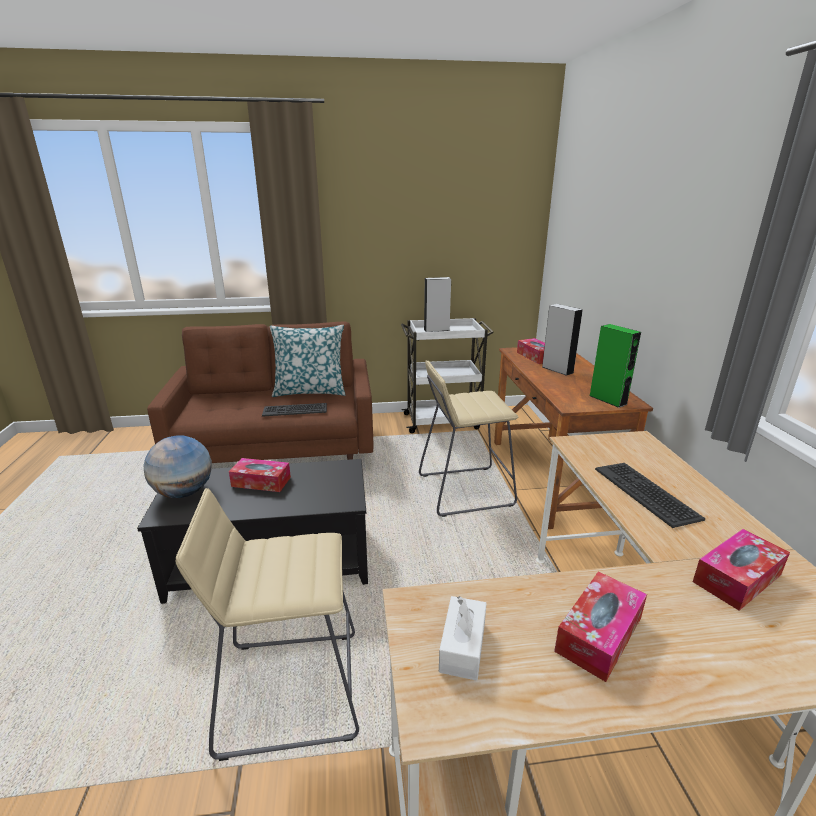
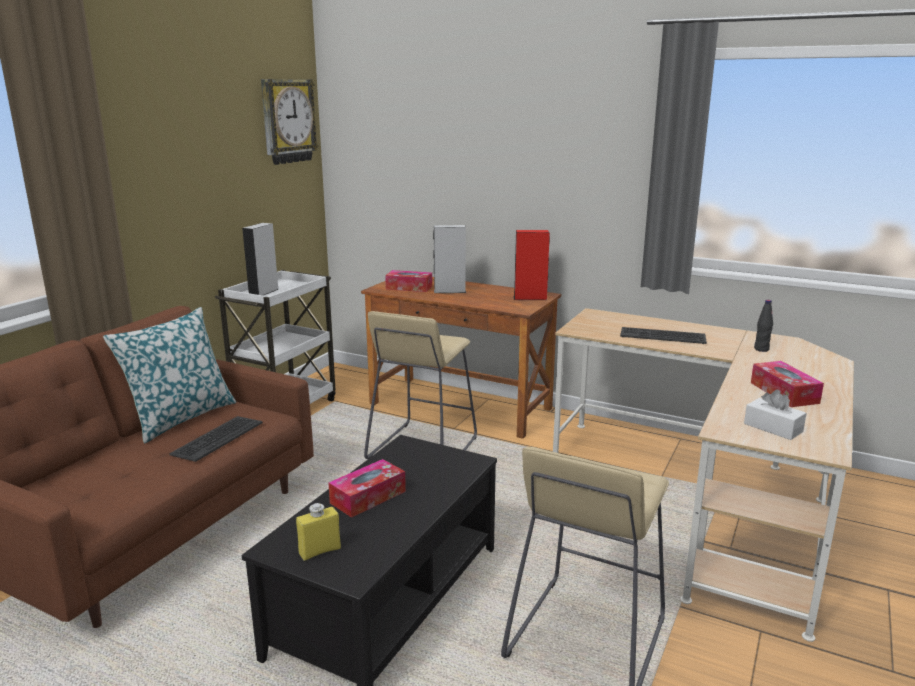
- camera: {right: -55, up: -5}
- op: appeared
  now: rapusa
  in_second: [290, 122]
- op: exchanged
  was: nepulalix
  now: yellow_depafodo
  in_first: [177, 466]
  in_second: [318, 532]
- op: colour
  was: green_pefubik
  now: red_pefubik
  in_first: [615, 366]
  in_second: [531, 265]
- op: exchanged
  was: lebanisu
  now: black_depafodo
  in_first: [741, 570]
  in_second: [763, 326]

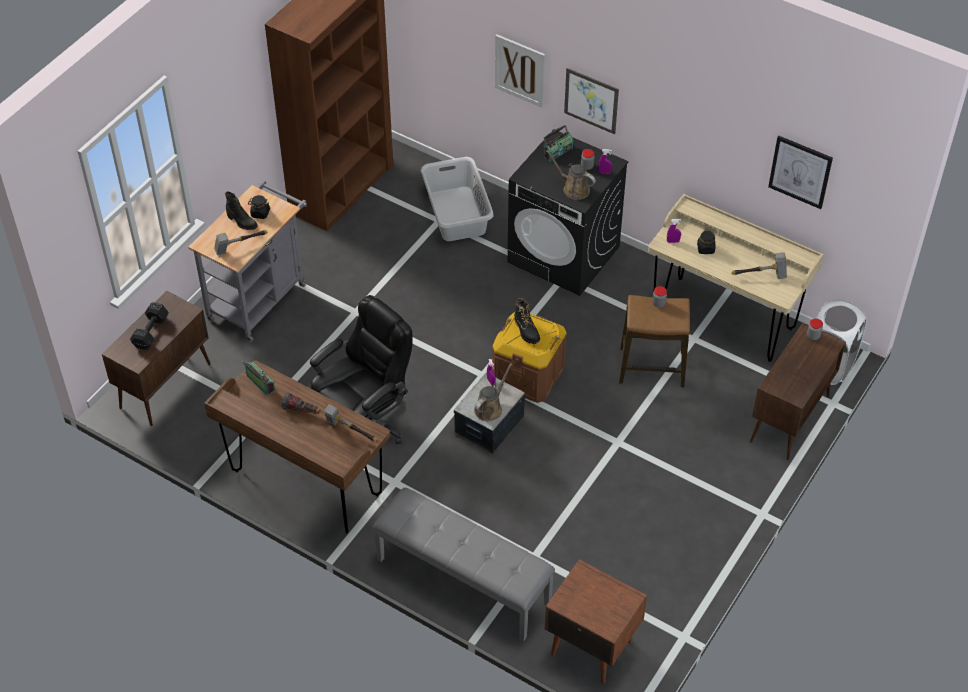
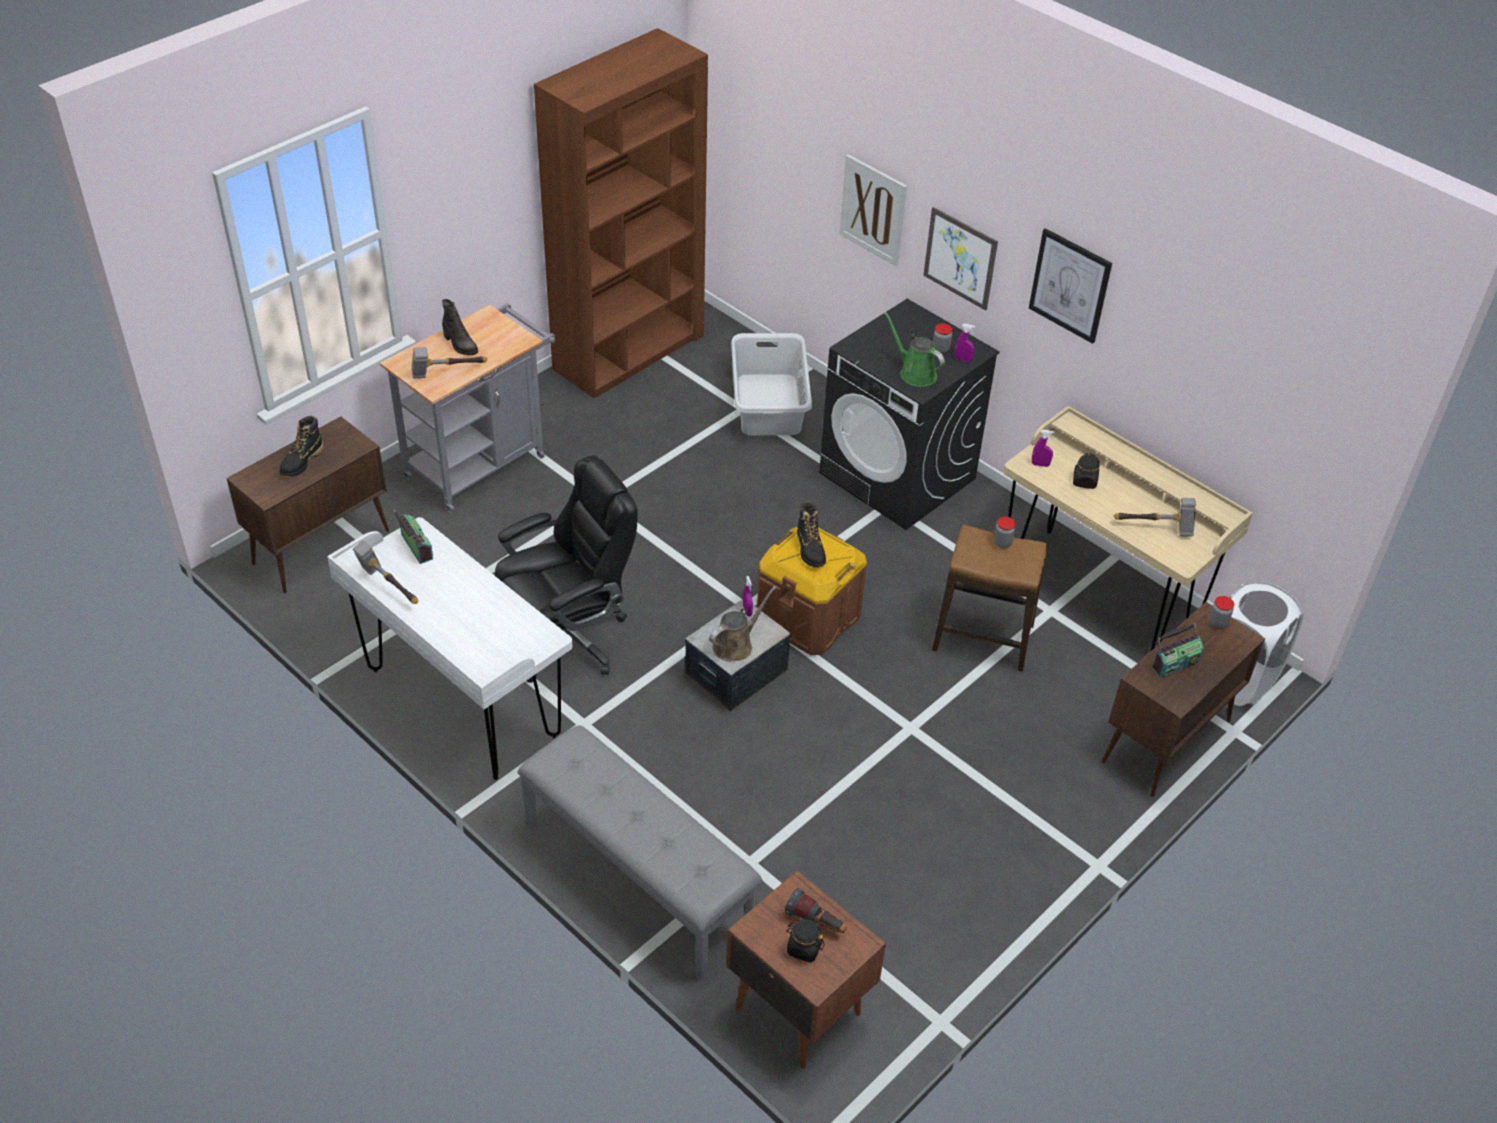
- camera: {right: 10, up: -5}
- op: exchanged
  was: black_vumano
  now: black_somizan
  in_first: [149, 326]
  in_second: [302, 446]
- op: colour
  was: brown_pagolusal
  now: white_pagolusal
  in_first: [297, 446]
  in_second: [450, 648]
- op: relocated
  was: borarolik
  in_first: [350, 423]
  in_second: [385, 572]
- op: relocated
  was: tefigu
  in_first: [301, 403]
  in_second: [816, 910]
- op: relocated
  was: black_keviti
  in_first: [259, 207]
  in_second: [805, 941]
- op: colour
  was: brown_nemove
  now: green_nemove
  in_first: [571, 175]
  in_second: [914, 349]
- op: relocated
  was: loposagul
  in_first: [800, 172]
  in_second: [1070, 286]
- op: relocated
  was: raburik
  in_first: [558, 143]
  in_second: [1178, 650]

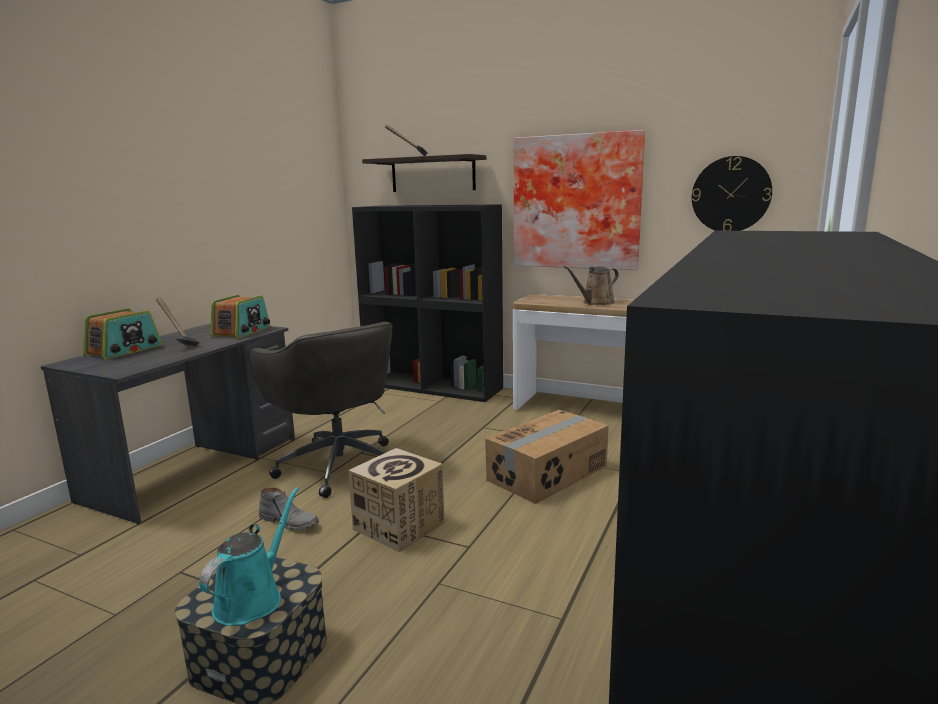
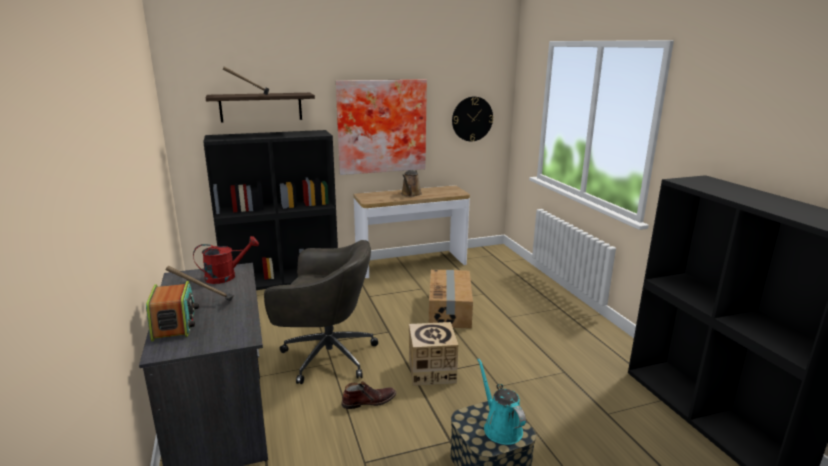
- camera: {right: -45, up: 5}
- op: exchanged
  was: raburik
  now: red_nemove
  in_first: [240, 317]
  in_second: [226, 260]
- op: colour
  was: grey_somizan
  now: brown_somizan
  in_first: [289, 509]
  in_second: [368, 395]

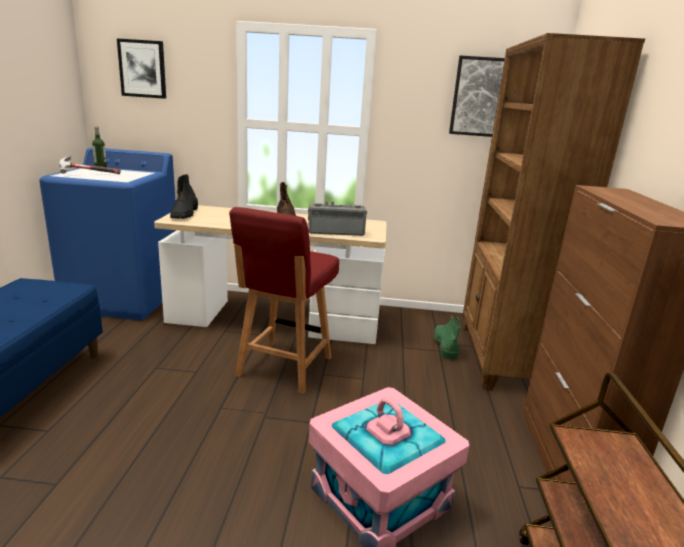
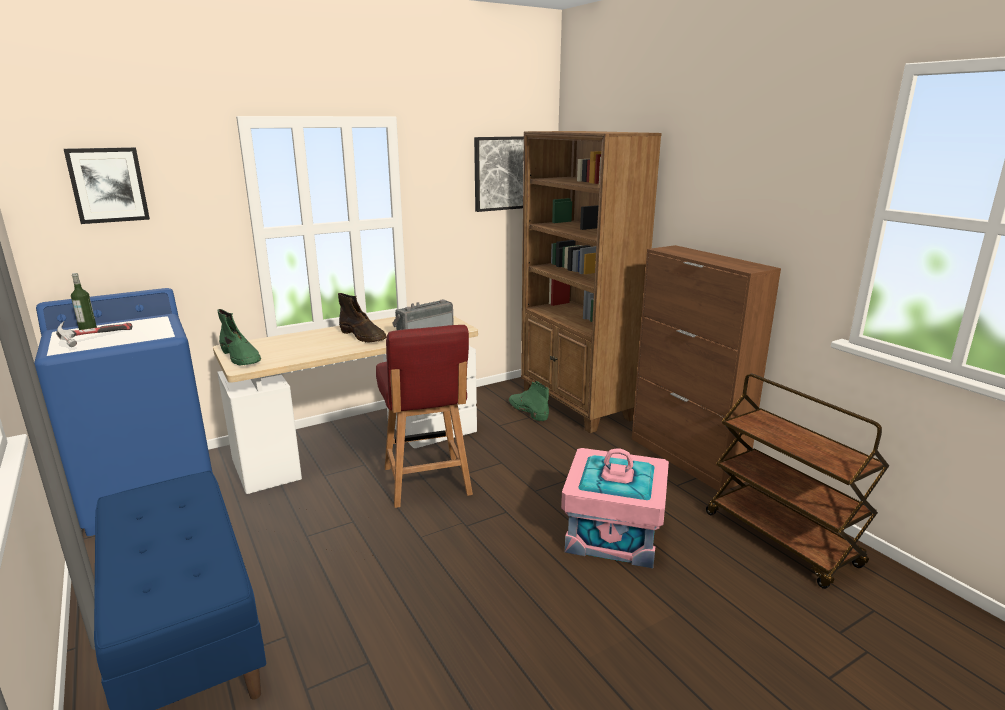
- camera: {right: -35, up: 0}
- op: colour
  was: black_somizan
  now: green_somizan
  in_first: [184, 196]
  in_second: [239, 337]

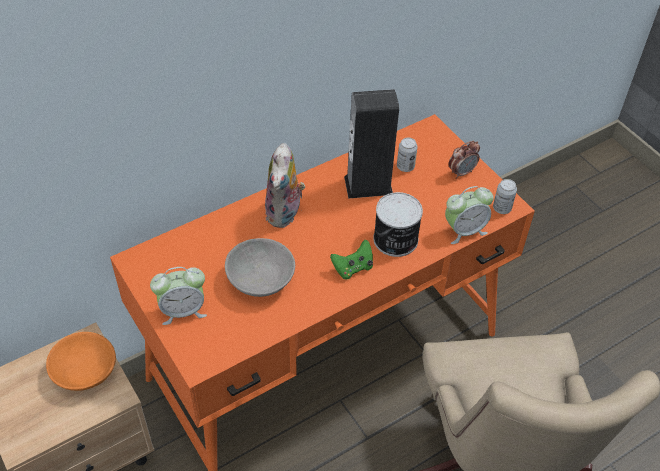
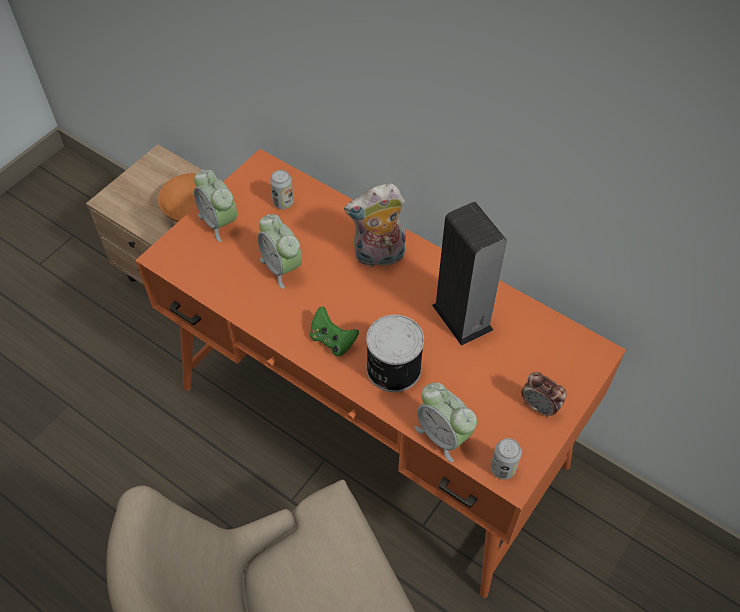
- camera: {right: 70, up: 5}
- op: exchanged
  was: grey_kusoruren
  now: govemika
  in_first: [260, 267]
  in_second: [280, 251]
- op: relocated
  was: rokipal
  in_first: [407, 154]
  in_second: [282, 189]

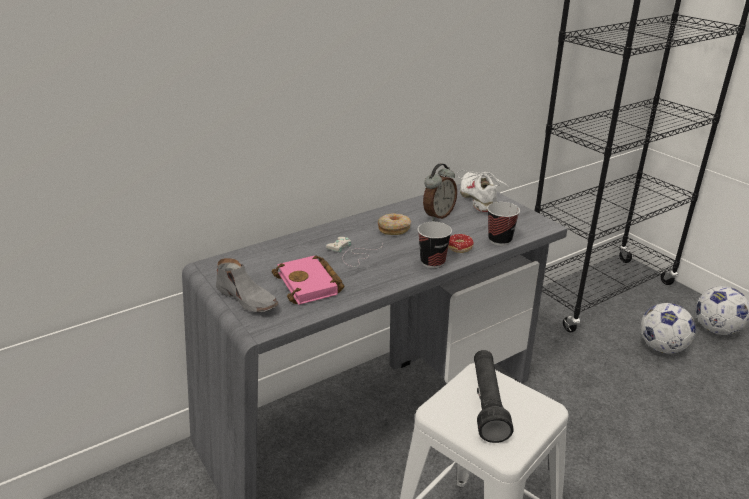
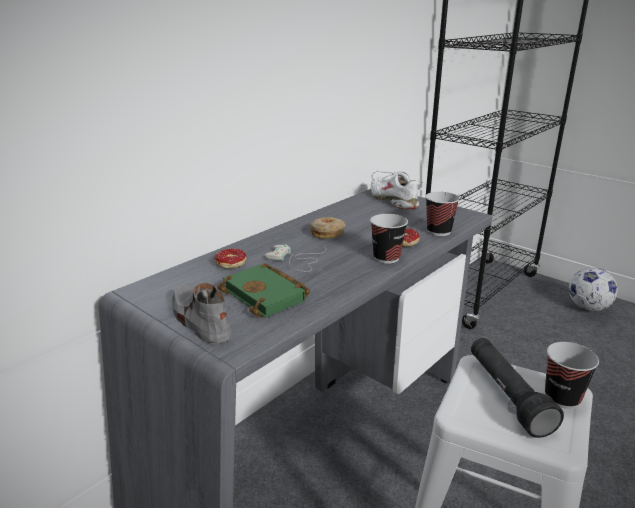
- camera: {right: -15, up: -5}
- op: spun
  was: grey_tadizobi
  in_first: [247, 285]
  in_second: [202, 313]
  clockwise: -150
- op: appeared
  now: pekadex
  in_second: [230, 258]
- op: colour
  was: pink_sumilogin
  now: green_sumilogin
  in_first: [308, 280]
  in_second: [263, 290]
- op: appeared
  now: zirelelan
  in_second: [572, 375]
- op: missing
  was: govemika
  in_first: [440, 192]
- op: missing
  was: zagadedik
  in_first: [668, 328]

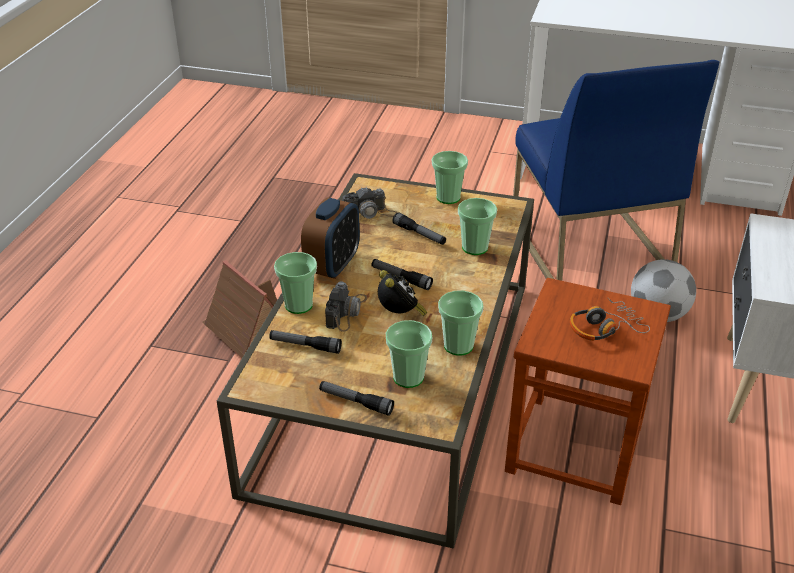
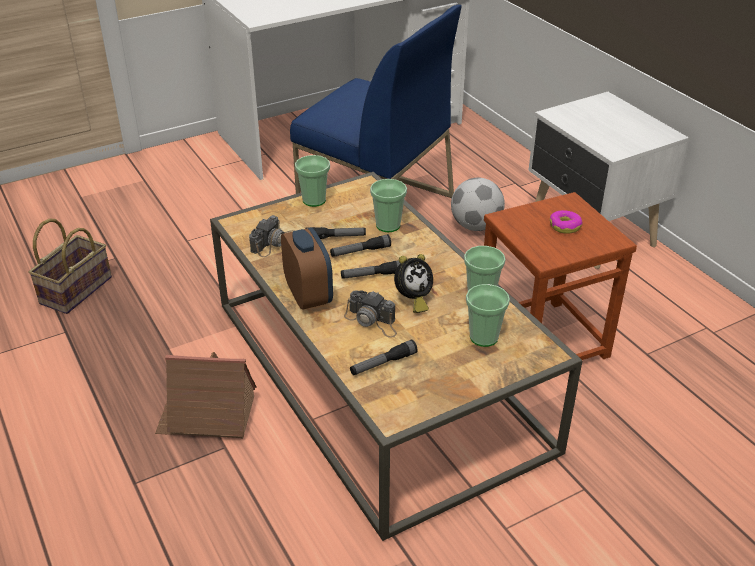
- camera: {right: -45, up: 0}
- op: appeared
  now: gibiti
  in_second: [70, 266]
- op: relocated
  was: tefigu
  in_first: [356, 398]
  in_second: [360, 245]
- op: spun
  was: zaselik
  in_first: [346, 306]
  in_second: [370, 314]
  clockwise: 150
- op: spun
  was: govemika
  in_first: [402, 293]
  in_second: [413, 283]
  clockwise: 120
- op: exchanged
  was: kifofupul
  now: pekadex
  in_first: [610, 319]
  in_second: [566, 222]
- op: missing
  was: zirelelan
  in_first: [295, 283]

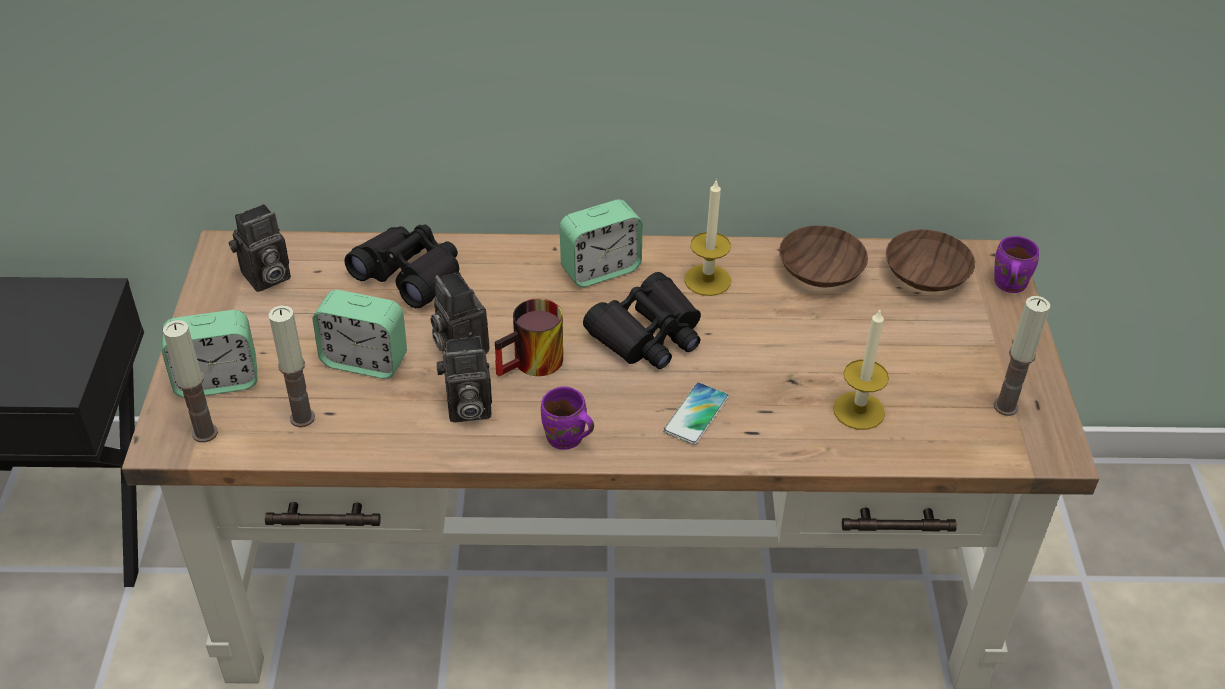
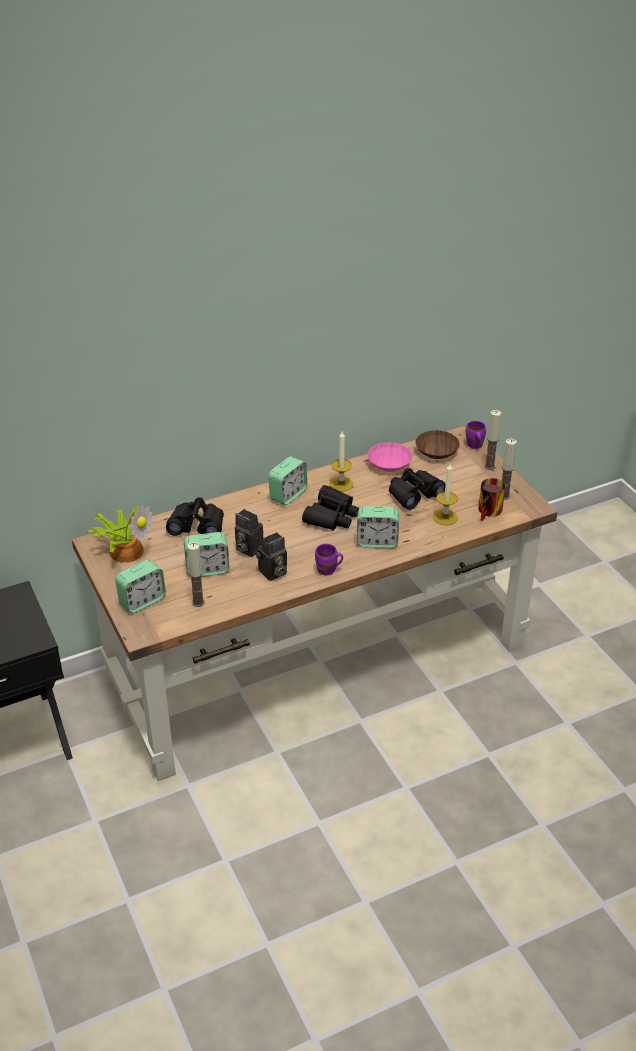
- camera: {right: -25, up: -5}
- op: exchanged
  was: zaselik
  now: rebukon
  in_first: [259, 248]
  in_second: [119, 534]
- op: exchanged
  was: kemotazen
  now: govemika
  in_first: [696, 413]
  in_second: [378, 527]
- op: colour
  was: brown_kusoruren
  now: pink_kusoruren
  in_first: [823, 257]
  in_second: [390, 457]
- op: appeared
  now: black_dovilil
  in_second: [417, 489]
- op: relocated
  was: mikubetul
  in_first: [529, 337]
  in_second: [491, 499]
- op: relocated
  was: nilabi
  in_first: [190, 381]
  in_second: [492, 440]

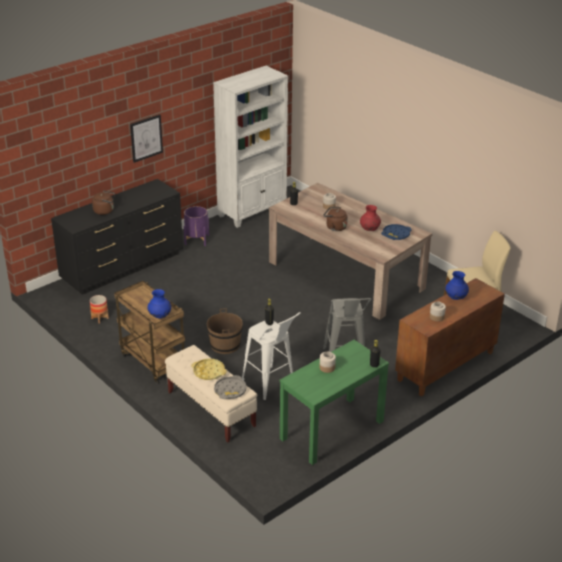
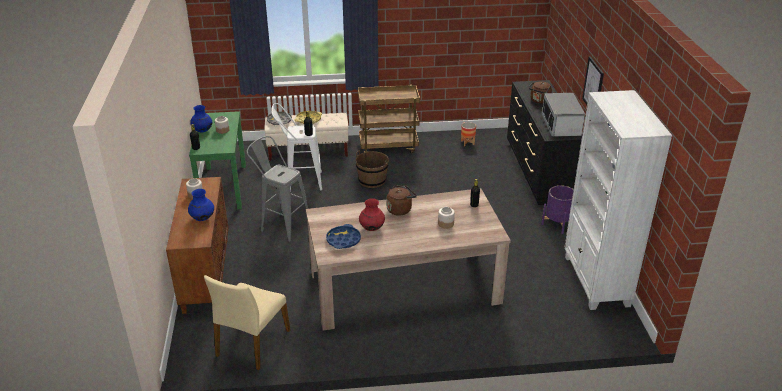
- camera: {right: 125, up: 0}
- op: relocated
  was: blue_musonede
  in_first: [159, 303]
  in_second: [201, 118]
- op: appeared
  now: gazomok
  in_second: [563, 115]

